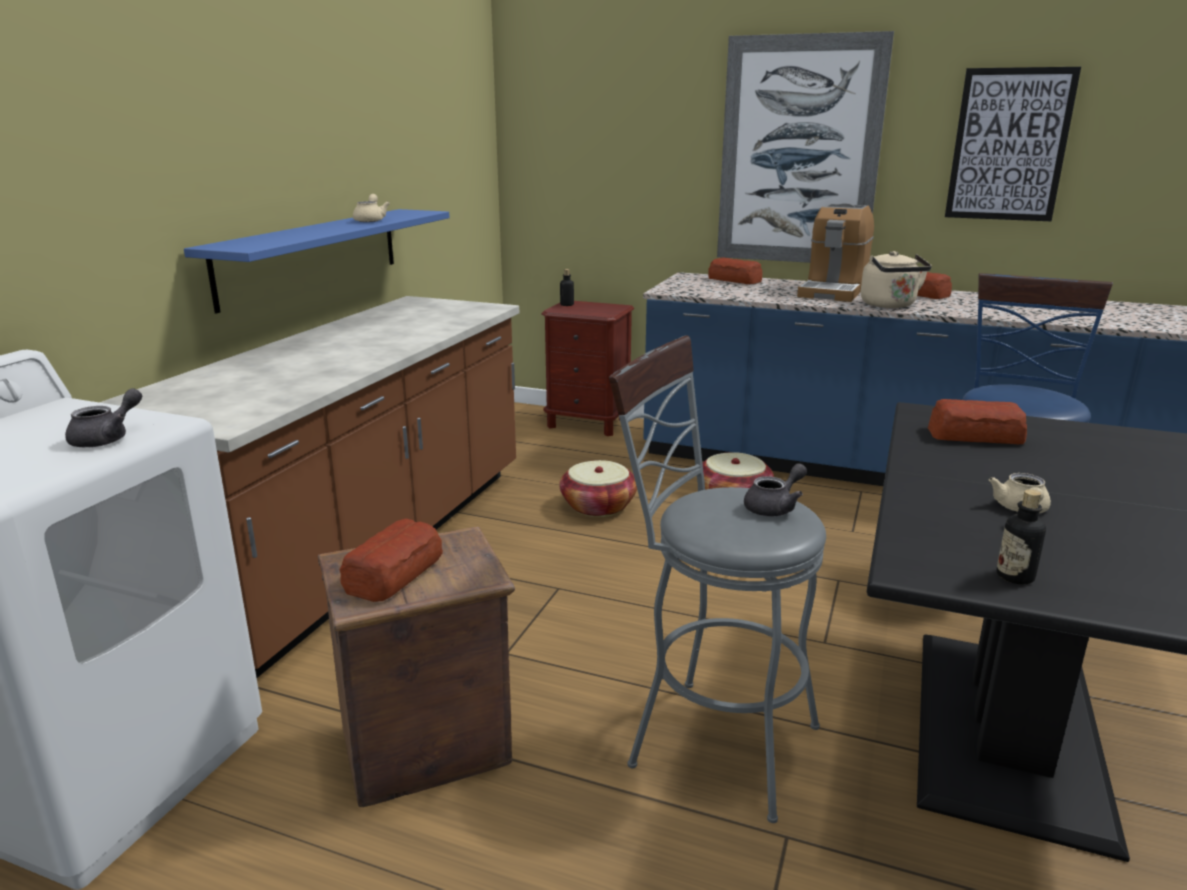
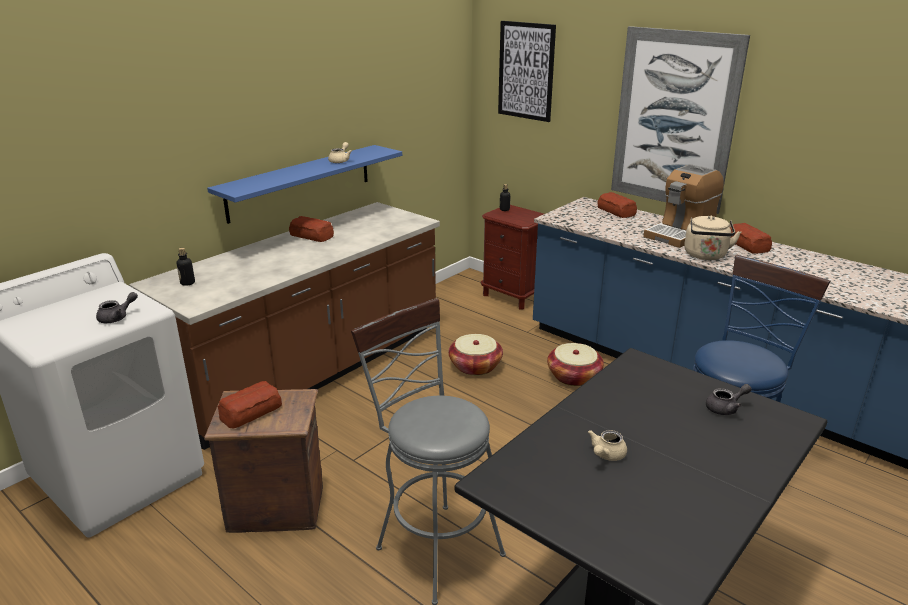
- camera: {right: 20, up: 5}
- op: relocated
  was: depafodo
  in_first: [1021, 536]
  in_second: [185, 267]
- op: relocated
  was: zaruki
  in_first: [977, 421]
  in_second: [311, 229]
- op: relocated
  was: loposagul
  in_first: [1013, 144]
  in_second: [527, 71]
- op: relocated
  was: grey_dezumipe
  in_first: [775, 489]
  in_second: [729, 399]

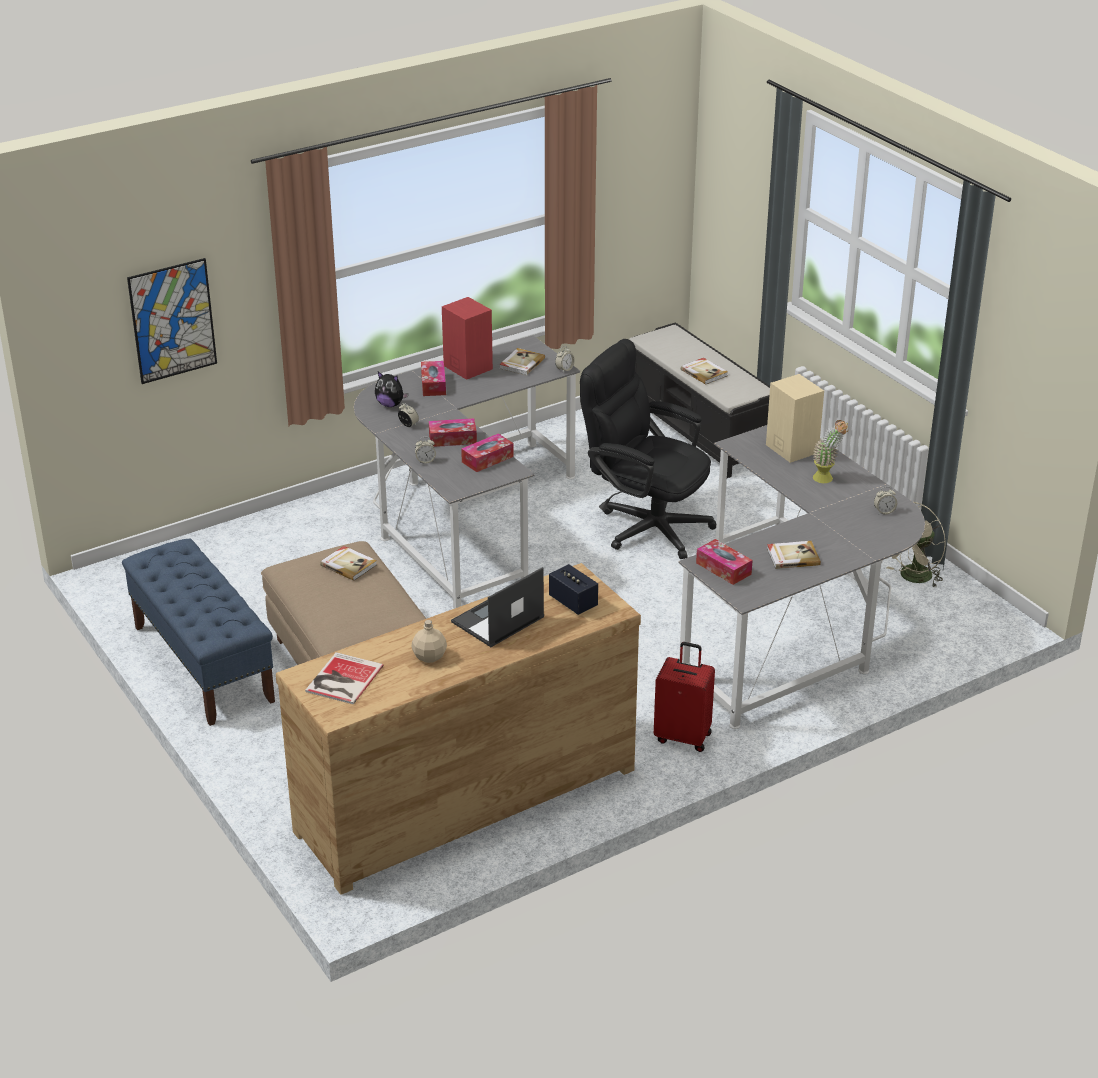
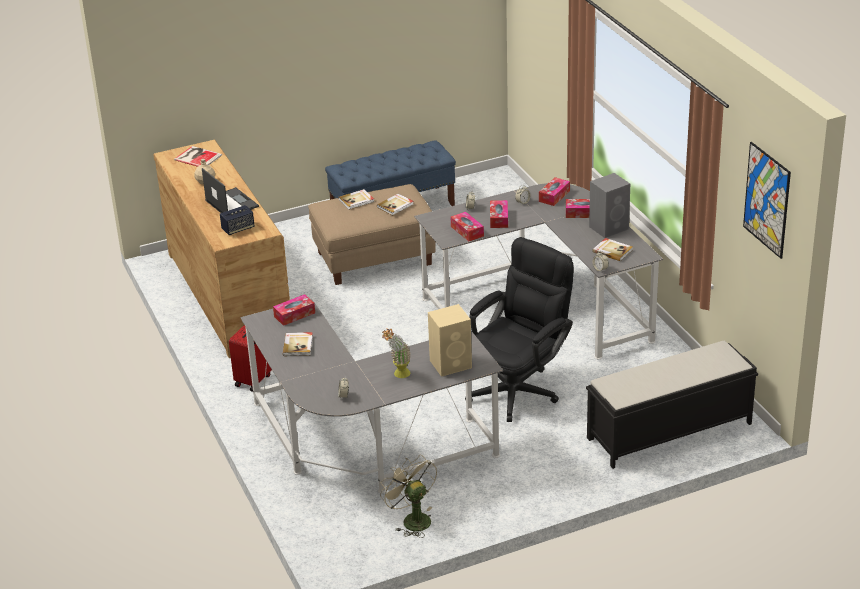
- camera: {right: 100, up: 0}
- op: relocated
  was: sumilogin
  in_first: [704, 371]
  in_second: [356, 199]
- op: exchanged
  was: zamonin
  now: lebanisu
  in_first: [391, 389]
  in_second: [554, 191]
- op: colour
  was: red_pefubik
  now: grey_pefubik
  in_first: [467, 338]
  in_second: [609, 205]
- op: relocated
  was: loposagul
  in_first: [172, 321]
  in_second: [767, 200]

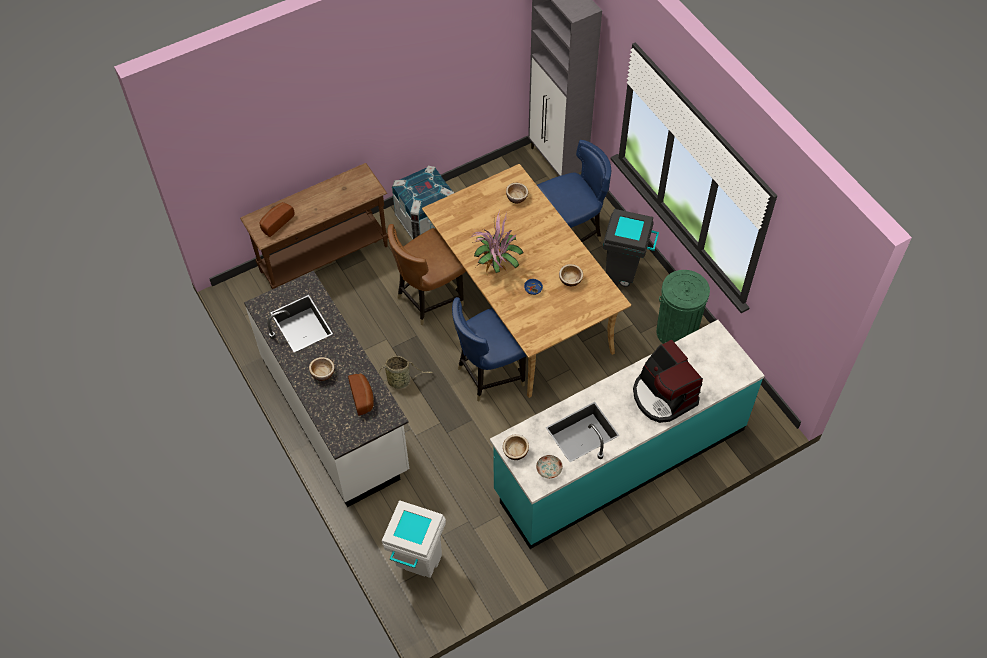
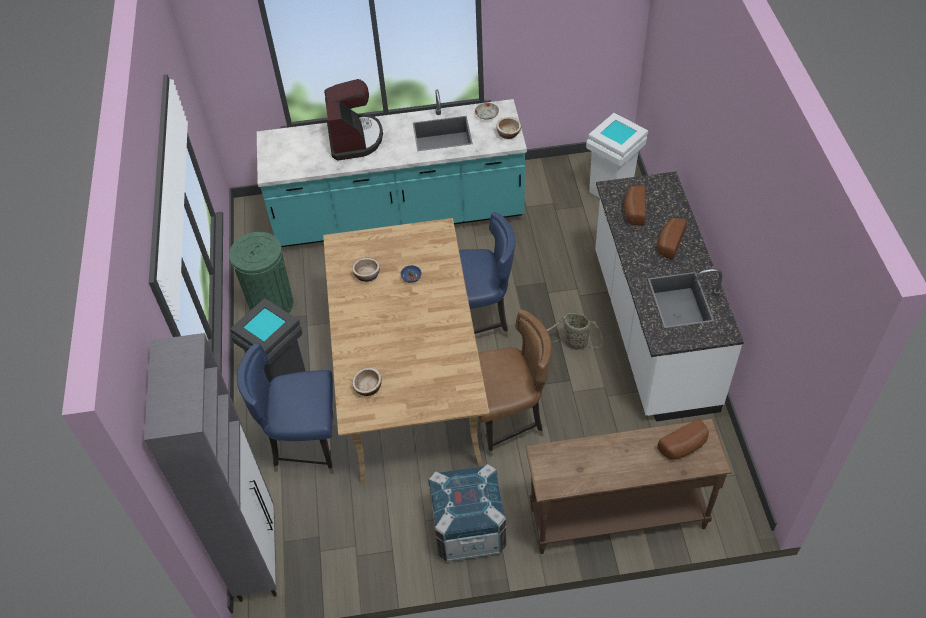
- camera: {right: -155, up: -5}
- op: exchanged
  was: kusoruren
  now: zaruki
  in_first: [322, 369]
  in_second: [672, 239]
- op: missing
  was: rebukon
  in_first: [496, 243]

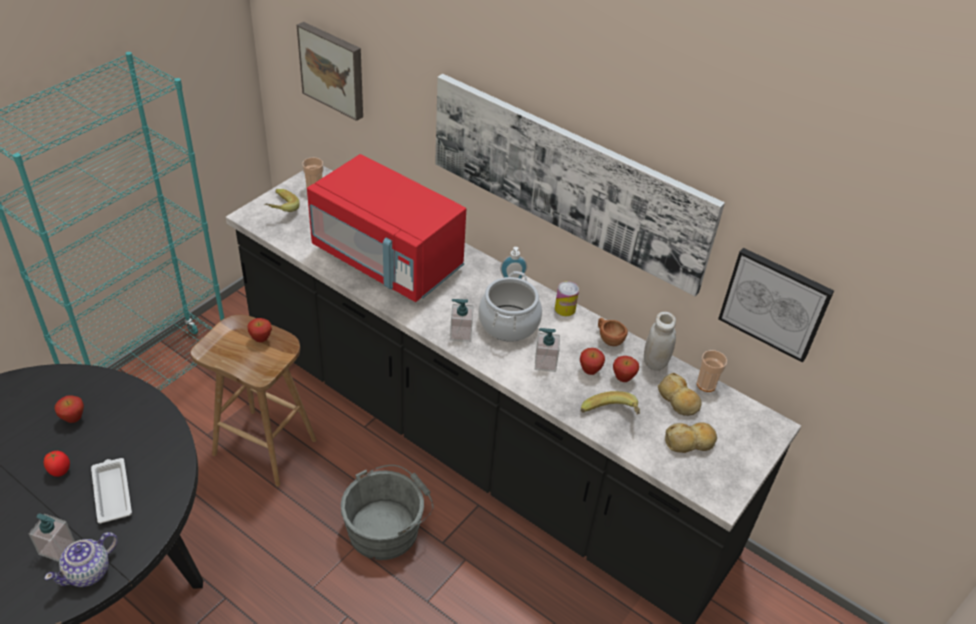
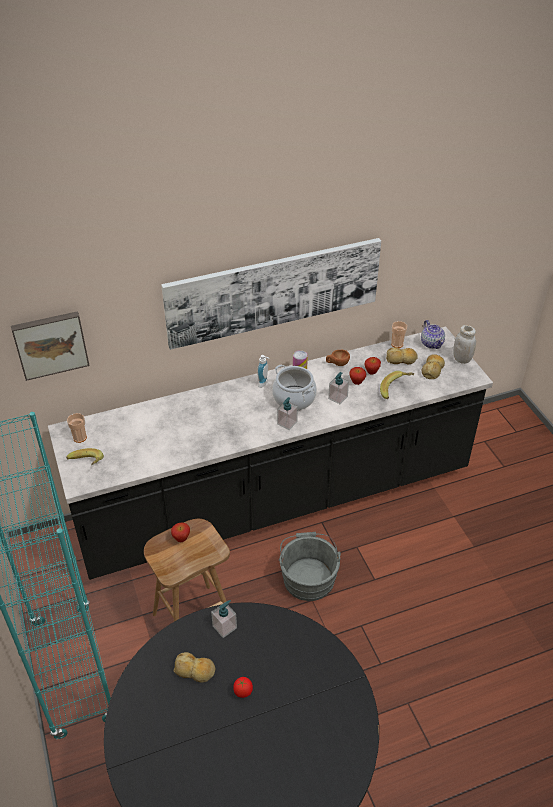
- camera: {right: -55, up: 0}
- op: exchanged
  was: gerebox
  now: zaruki
  in_first: [69, 409]
  in_second: [194, 667]
- op: relocated
  was: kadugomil
  in_first: [52, 538]
  in_second: [224, 619]
- op: relocated
  was: dezumipe
  in_first: [81, 559]
  in_second: [433, 334]
- op: relocated
  was: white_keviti
  in_first: [660, 341]
  in_second: [464, 344]
- op: missing
  was: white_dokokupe
  in_first: [111, 491]
- op: missing
  was: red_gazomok
  in_first: [386, 228]
- op: missing
  was: loposagul
  in_first: [776, 305]

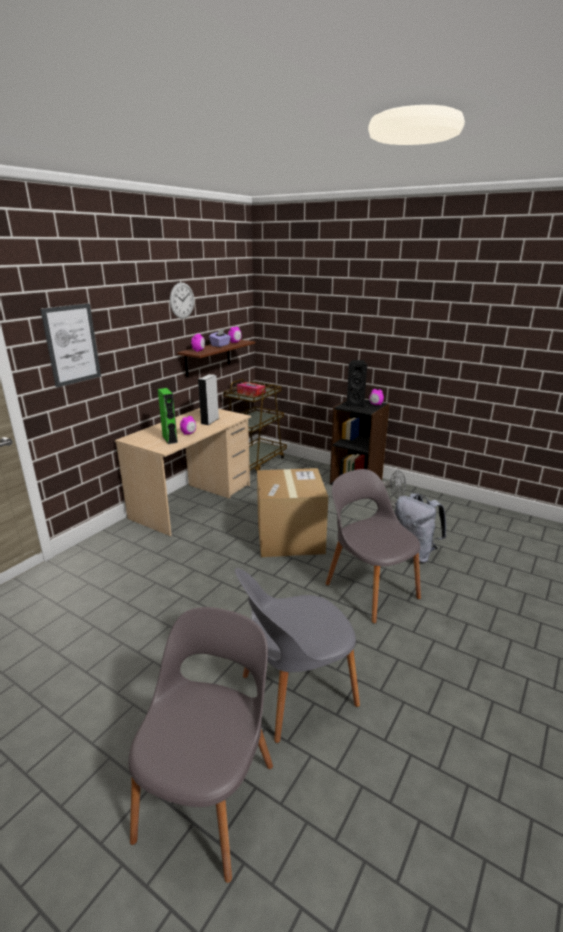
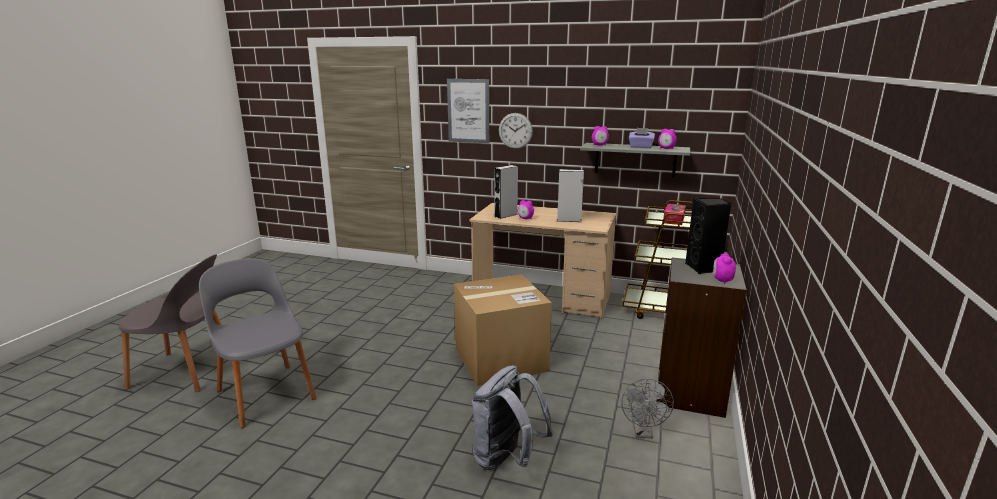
- camera: {right: 75, up: -5}
- op: colour
  was: green_pefubik
  now: grey_pefubik
  in_first: [168, 416]
  in_second: [506, 192]
- op: relocated
  was: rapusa
  in_first: [182, 300]
  in_second: [516, 131]
- op: colour
  was: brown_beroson
  now: grey_beroson
  in_first: [216, 358]
  in_second: [635, 160]
- op: missing
  was: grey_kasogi
  in_first: [373, 546]

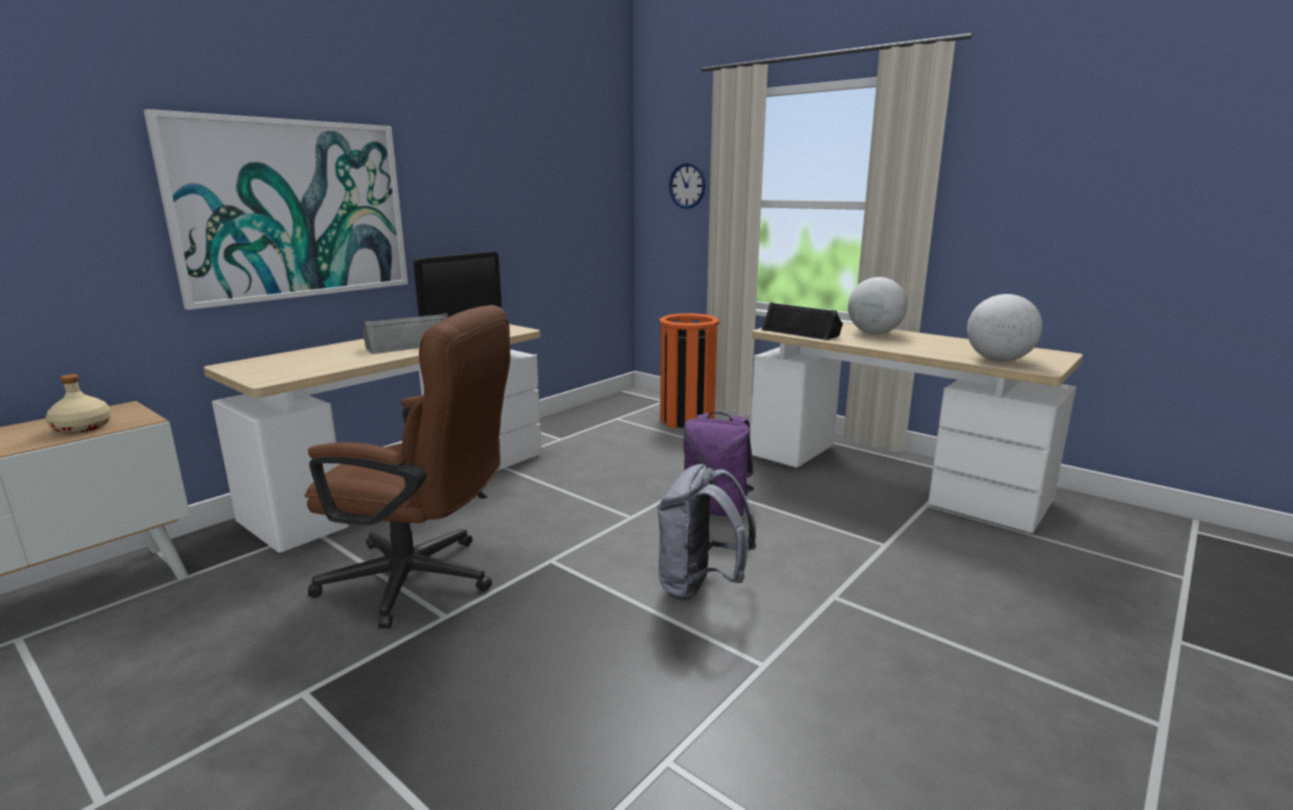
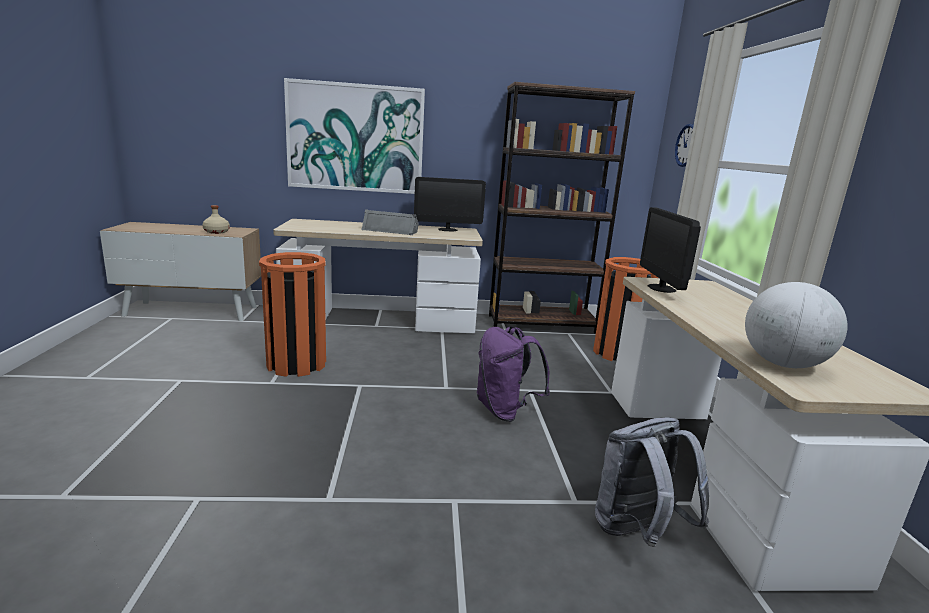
- camera: {right: 45, up: 0}
- op: exchanged
  was: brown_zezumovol
  now: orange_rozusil
  in_first: [407, 467]
  in_second: [292, 314]
- op: appeared
  now: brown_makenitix
  in_second: [562, 207]
- op: relocated
  was: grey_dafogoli
  in_first: [706, 532]
  in_second: [652, 482]
- op: exchanged
  was: black_pefubik
  now: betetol
  in_first: [802, 321]
  in_second: [670, 250]
- op: missing
  was: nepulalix
  in_first: [877, 305]

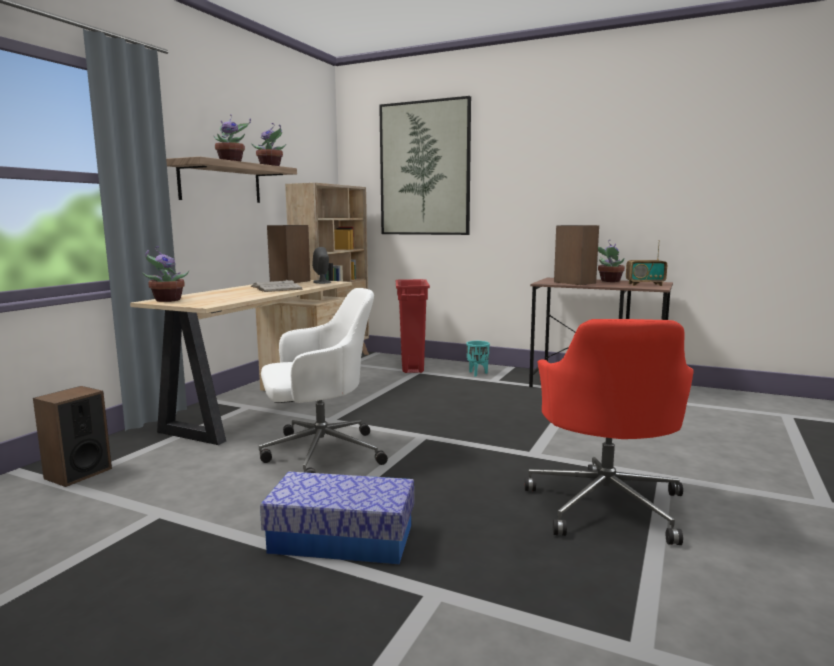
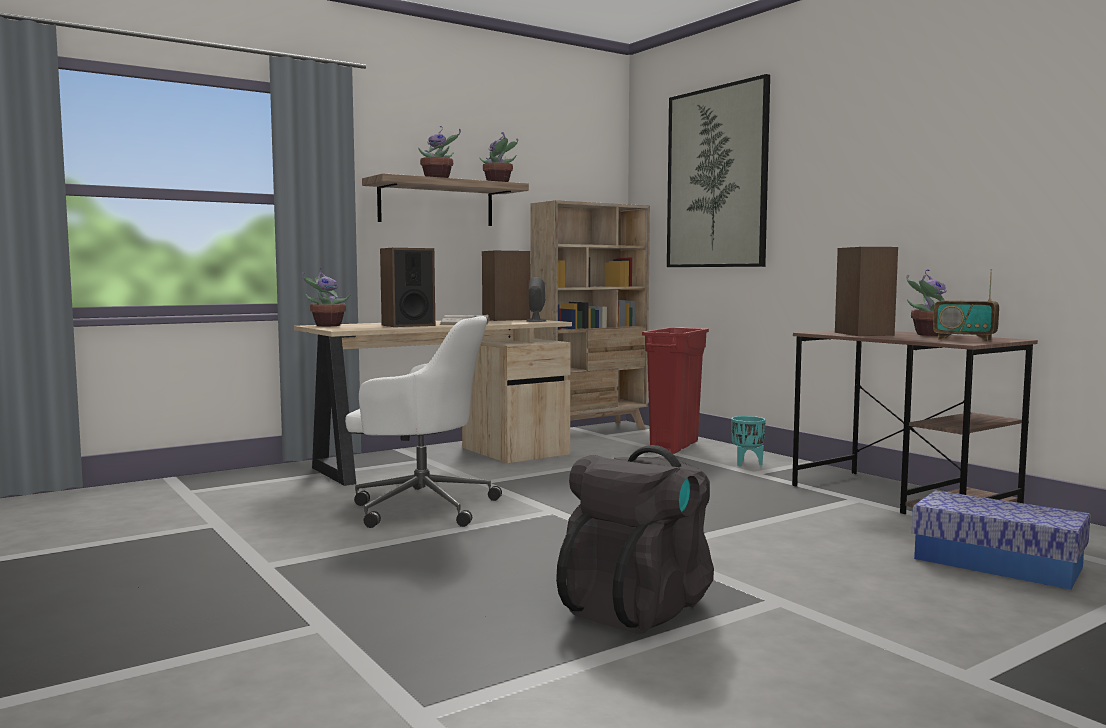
- camera: {right: 30, up: -5}
- op: relocated
  was: pefubik
  in_first: [72, 436]
  in_second: [407, 287]
- op: exchanged
  was: red_zezumovol
  now: black_dafogoli
  in_first: [609, 432]
  in_second: [635, 539]
- op: relocated
  was: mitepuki
  in_first: [337, 517]
  in_second: [1001, 540]

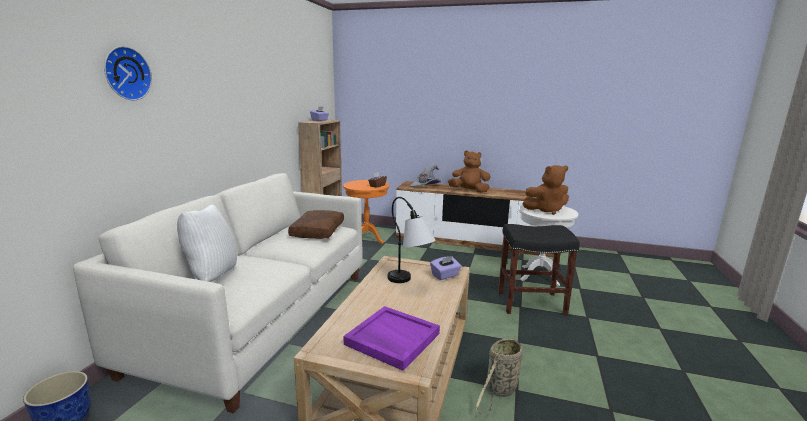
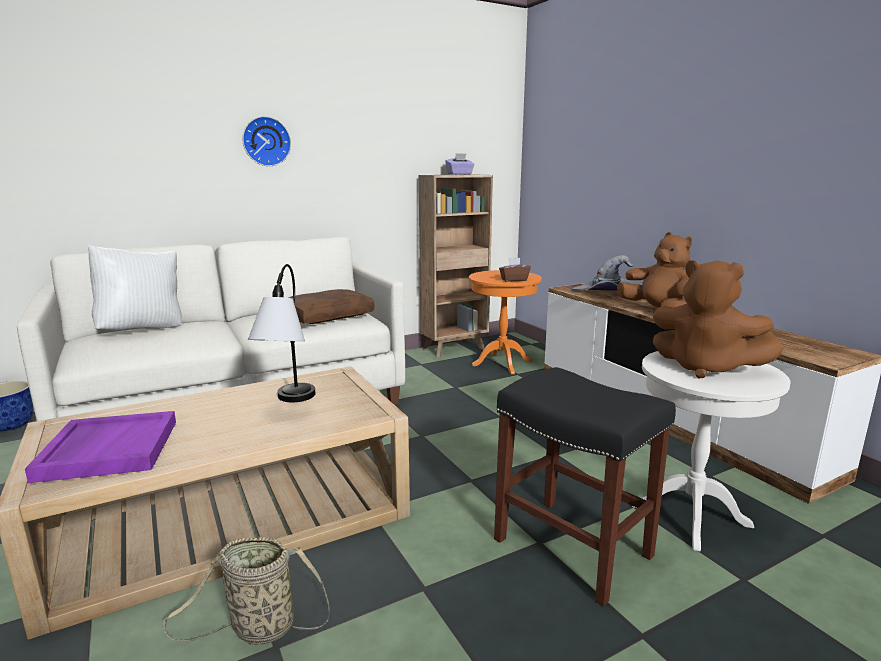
- camera: {right: 45, up: 0}
- op: relocated
  was: rapusa
  in_first: [128, 73]
  in_second: [266, 141]
- op: missing
  was: purple_lebanisu
  in_first: [446, 268]

